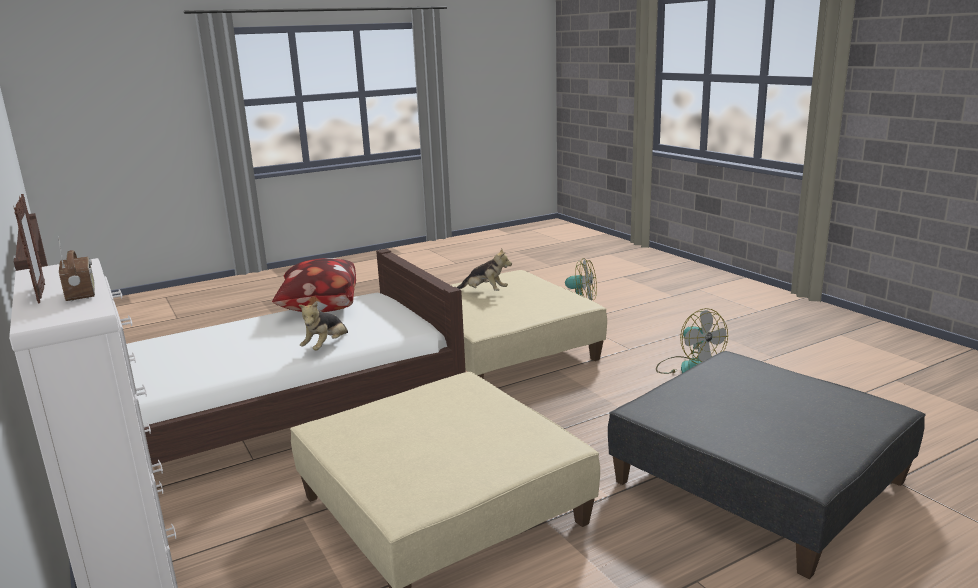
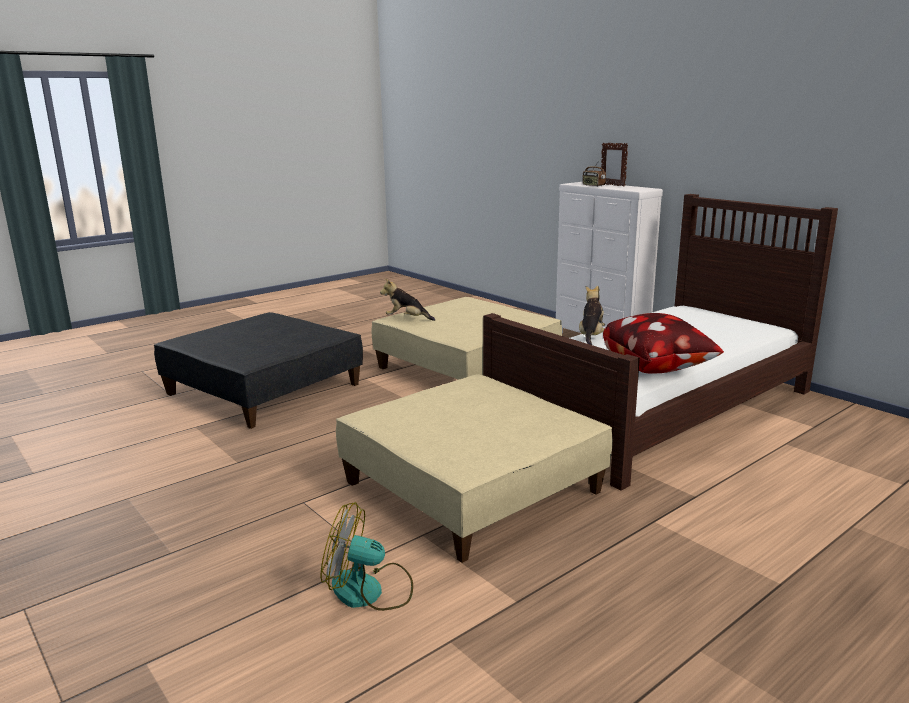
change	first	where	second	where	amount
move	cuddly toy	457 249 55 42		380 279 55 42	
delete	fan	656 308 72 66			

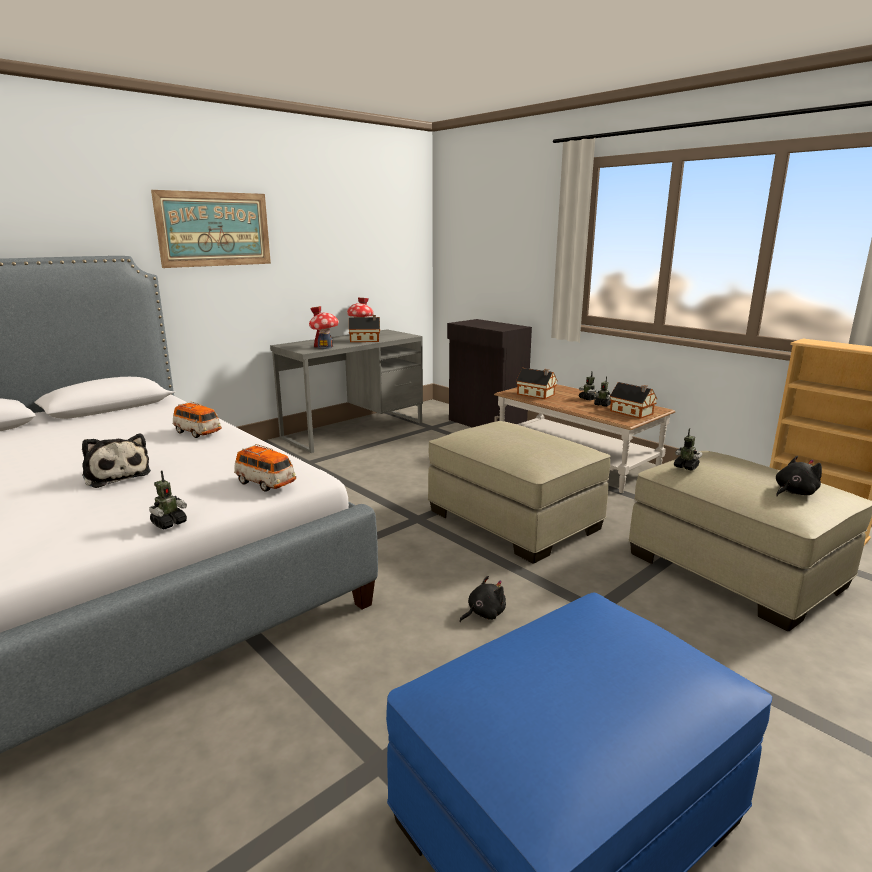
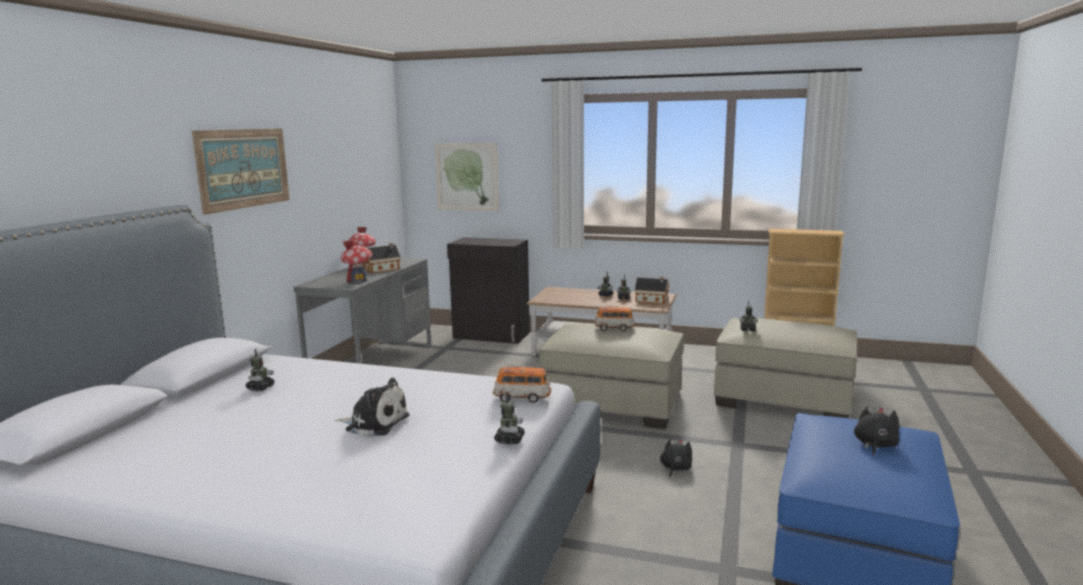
change	first	where	second	where	amount
move	model car	173 401 49 37		594 306 41 25	
delete	model house	516 368 41 31			
move	blackish cuddly toy	776 456 46 40		854 406 45 50	
insert			robot figure	245 349 30 42	
insert			picture	435 143 64 68	

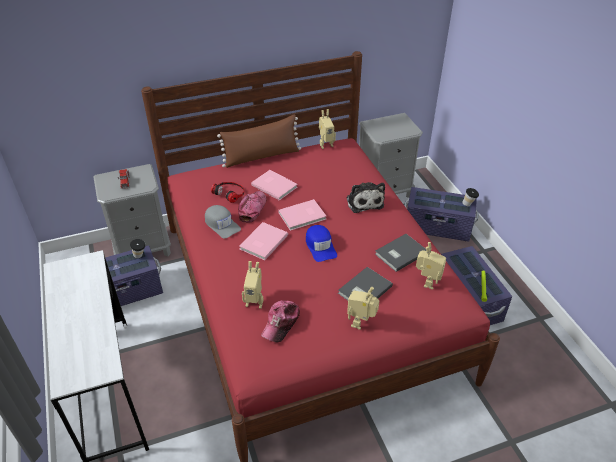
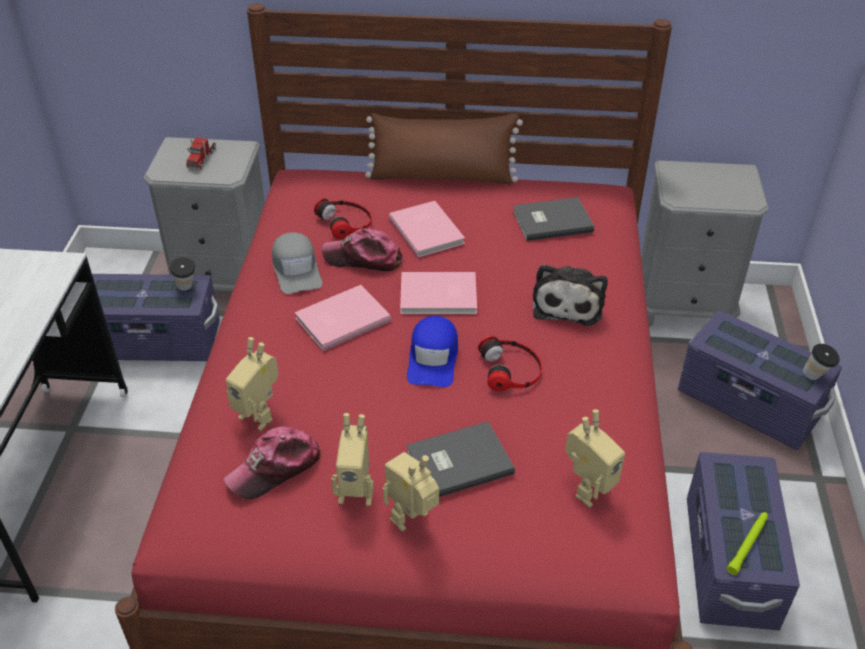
change	first	where	second	where	amount
rotate	peaked cap	238 191 28 32		322 228 81 43	120 degrees counterclockwise
move	robot figure	319 109 17 40		331 413 43 93	
move	greyish bound book	375 234 51 38		513 197 81 44	
insert			headset	478 336 64 55	

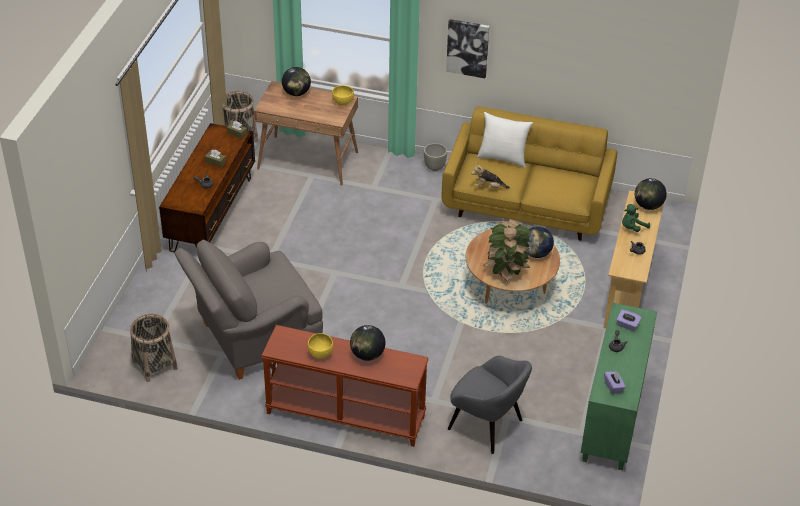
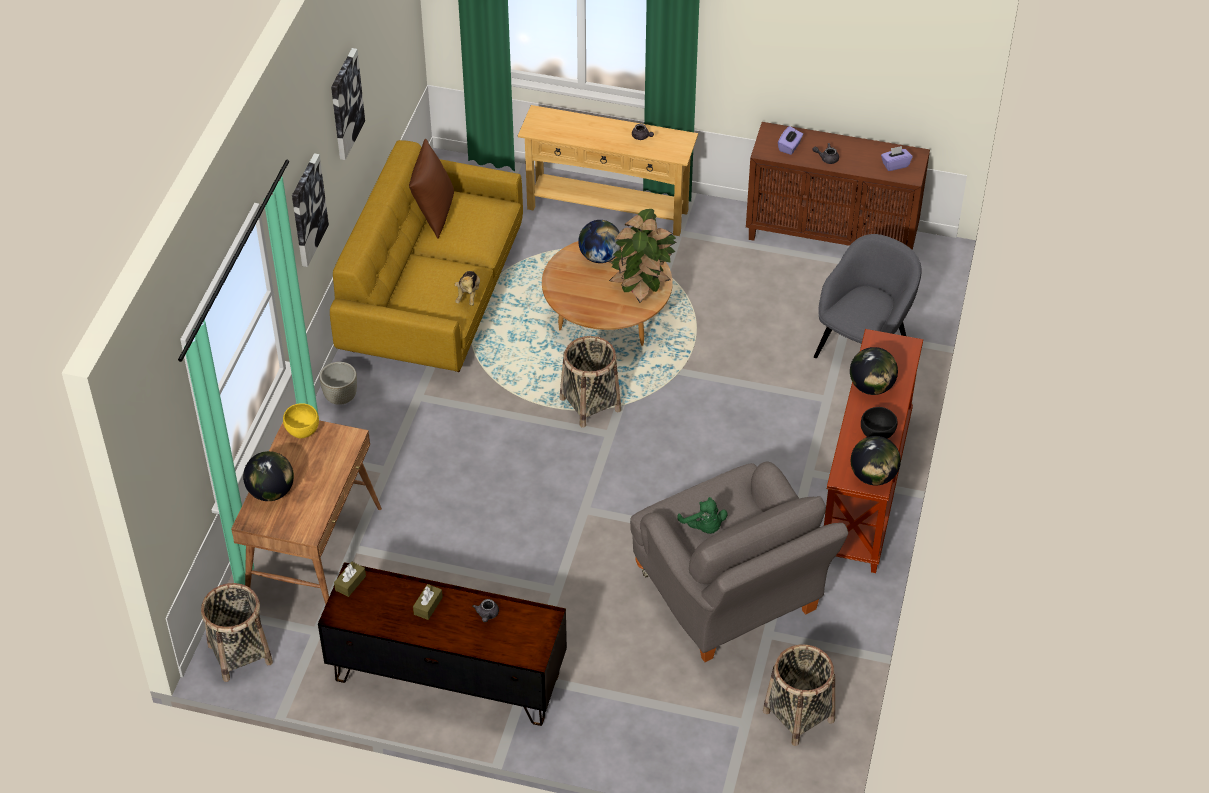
change	first	where	second	where	amount
recolor	yellowish serving bowl	308 333 25 26	blackish serving bowl	861 407 37 32	
delete	white-coloured pillow	477 112 56 56			
recolor	green cabinet	581 303 76 167	brown cabinet	746 122 184 128	
move	green cuddly toy	622 204 28 28		677 497 51 37	
move	desk globe	635 178 32 32		851 436 50 50	
insert			picture	331 48 34 112	
insert			brown pillow	409 139 45 100	
insert			basket	560 336 61 92	

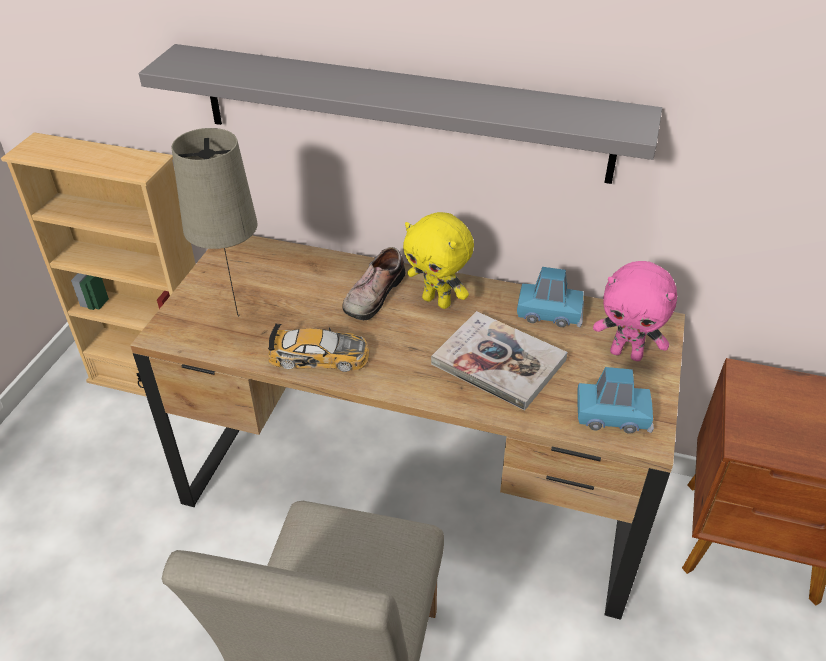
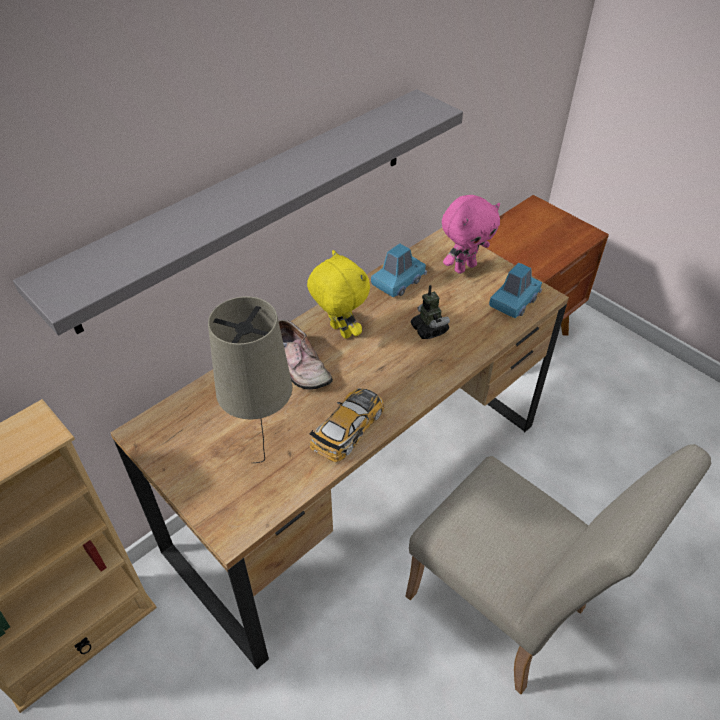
change	first	where	second	where	amount
rotate	yellowish cuddly toy	403 212 71 97		307 250 63 89	105 degrees counterclockwise
replace	bound book	431 311 137 100	robot figure	411 285 39 54	

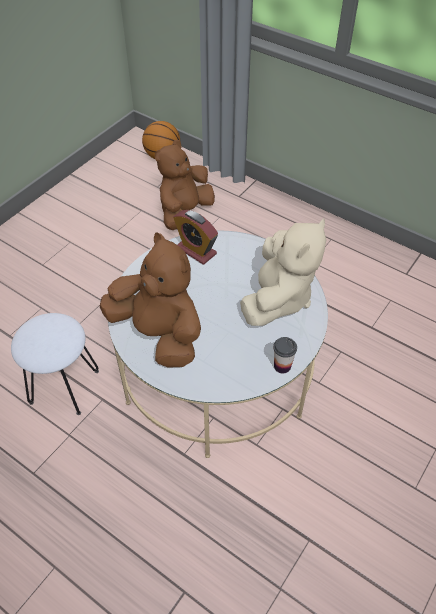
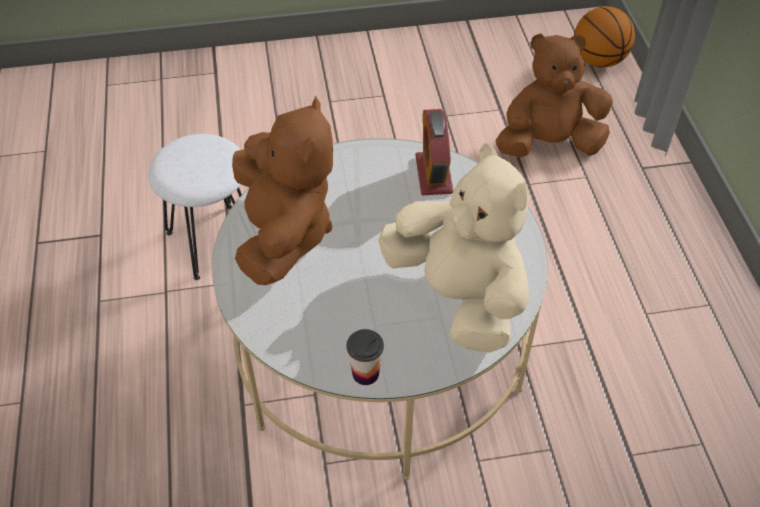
change	first	where	second	where	amount
rotate	beige-coloured cuddly toy	240 218 86 108		379 143 150 210	105 degrees counterclockwise

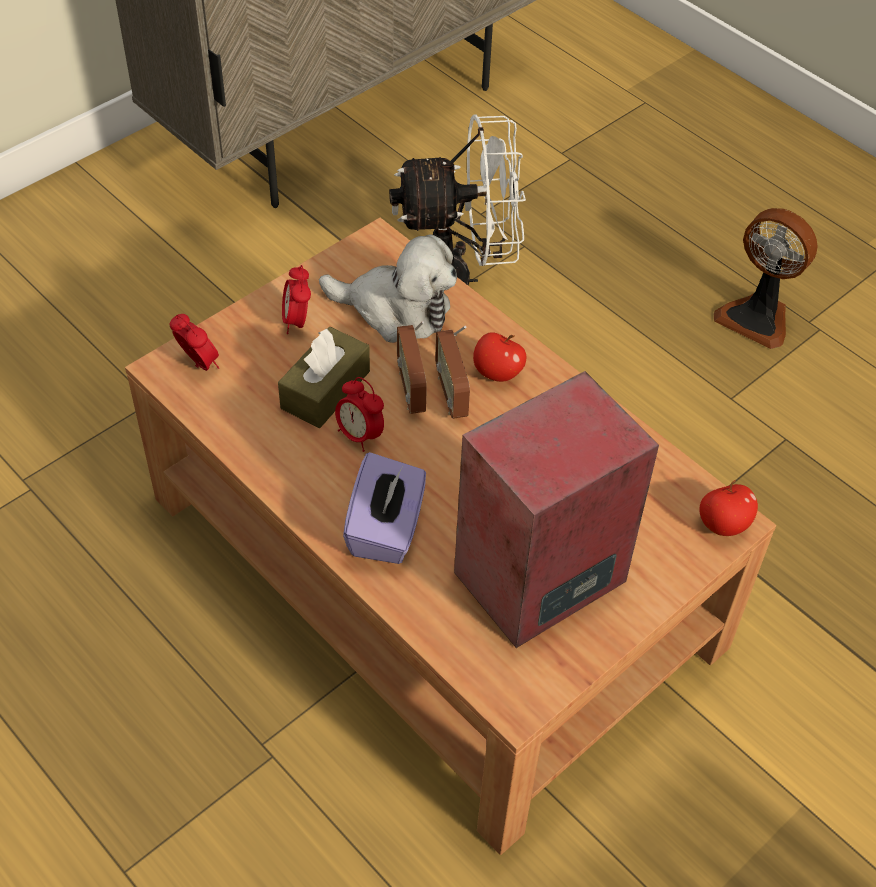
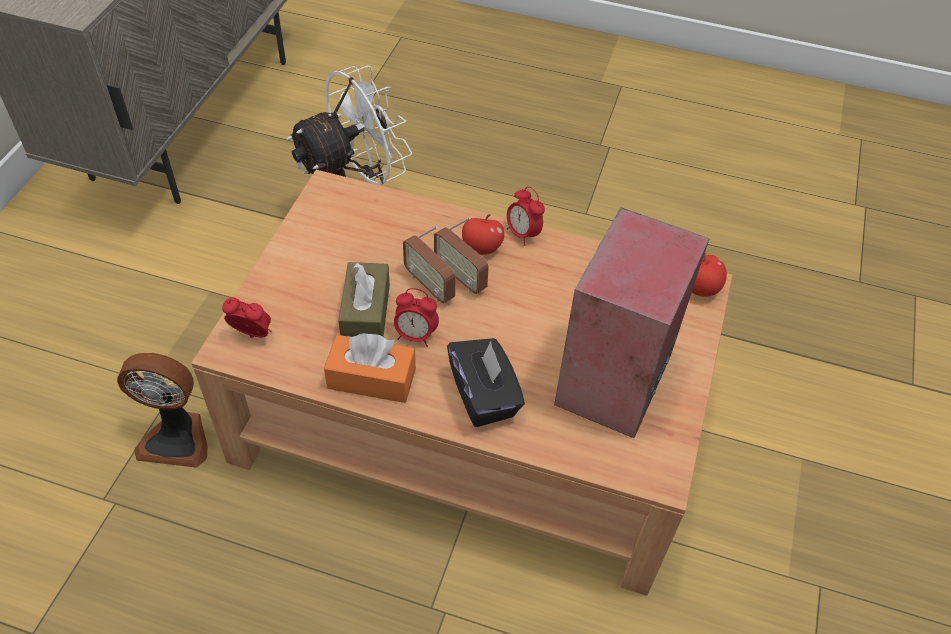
change	first	where	second	where	amount
move	table clock	282 265 29 69		507 186 38 60	
delete	cuddly toy	319 235 138 108			
recolor	purplish tissue holder	343 452 83 112	blackish tissue holder	447 338 78 89	
move	fan	713 208 105 141		117 353 91 115	
insert			orangey tissue holder	324 333 92 70	

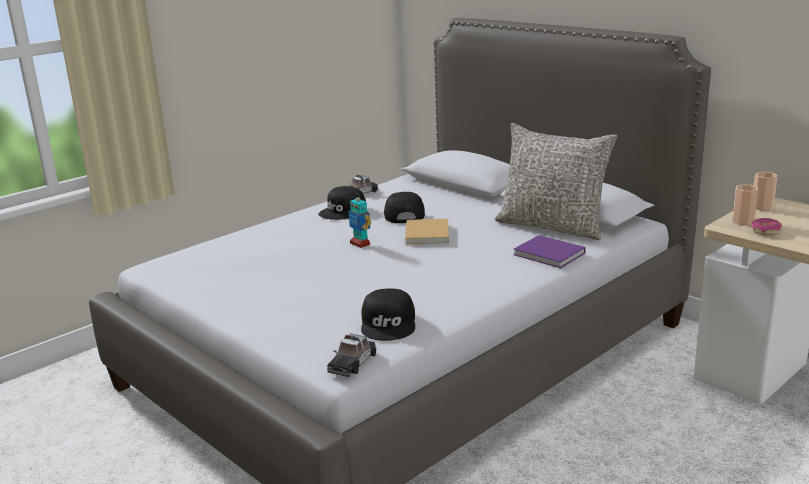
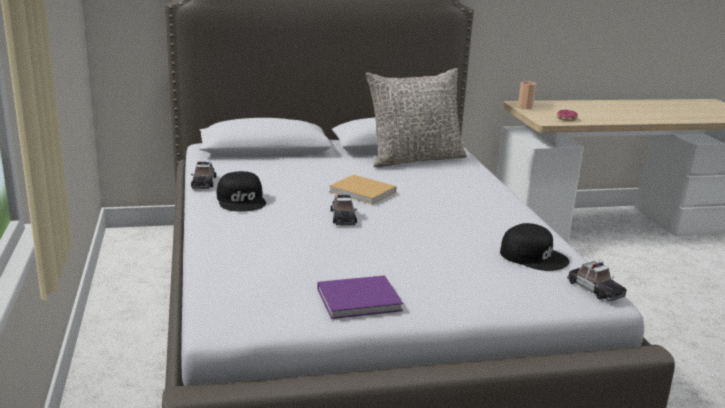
change	first	where	second	where	amount
replace	robot figure	349 192 22 56	model car	330 195 27 30	
delete	blackish peaked cap	384 192 41 31			
move	purplish bound book	513 235 73 33		317 275 86 44	
delete	cup	732 184 26 41			

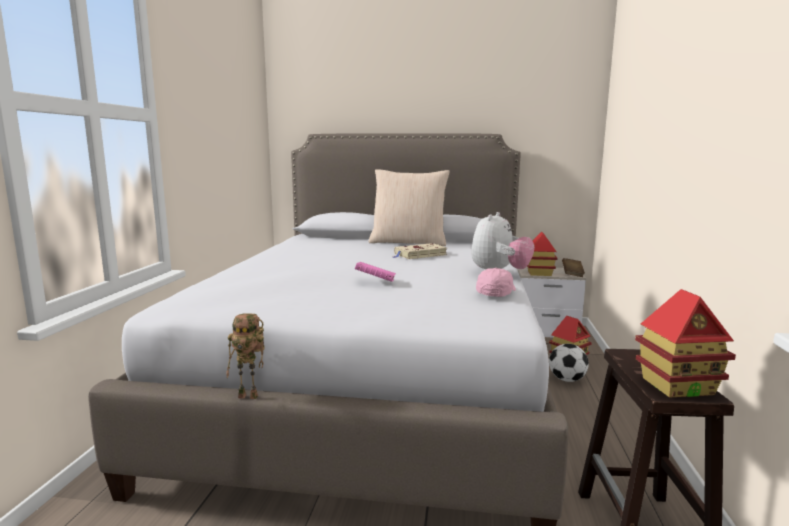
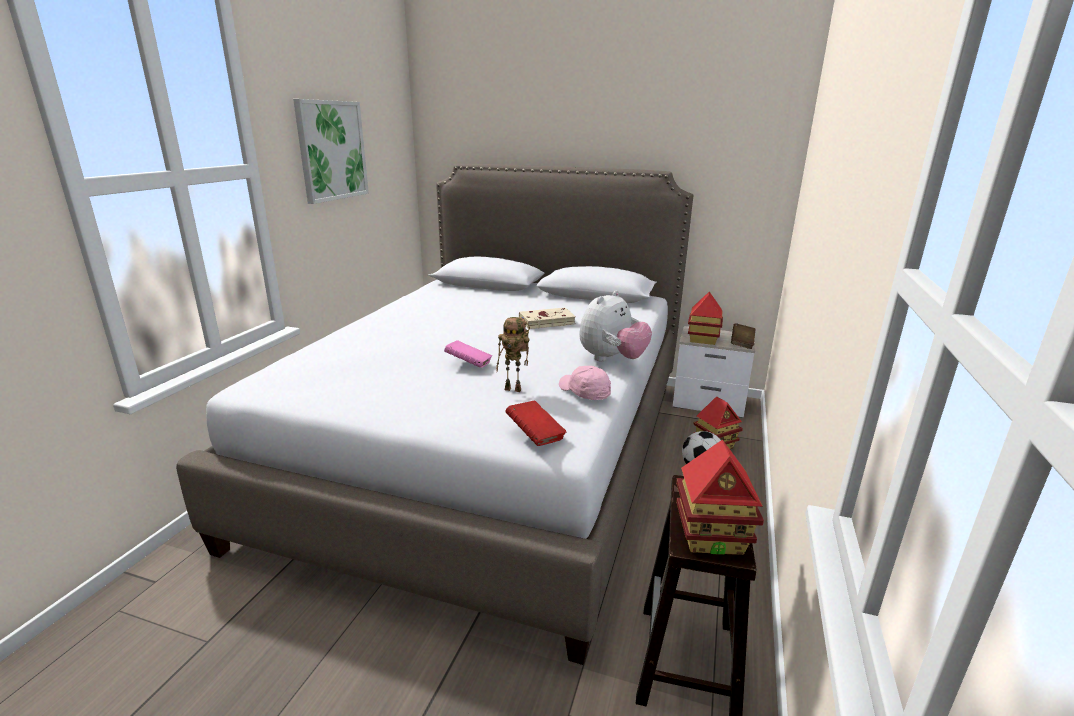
change	first	where	second	where	amount
move	robot figure	226 313 39 86		496 317 34 75	
delete	beige-coloured pillow	369 169 81 77			
rotate	pink peaked cap	476 268 40 29		559 366 52 34	75 degrees counterclockwise
insert			picture	293 99 76 105	
insert			red-coloured bound book	505 401 61 45	

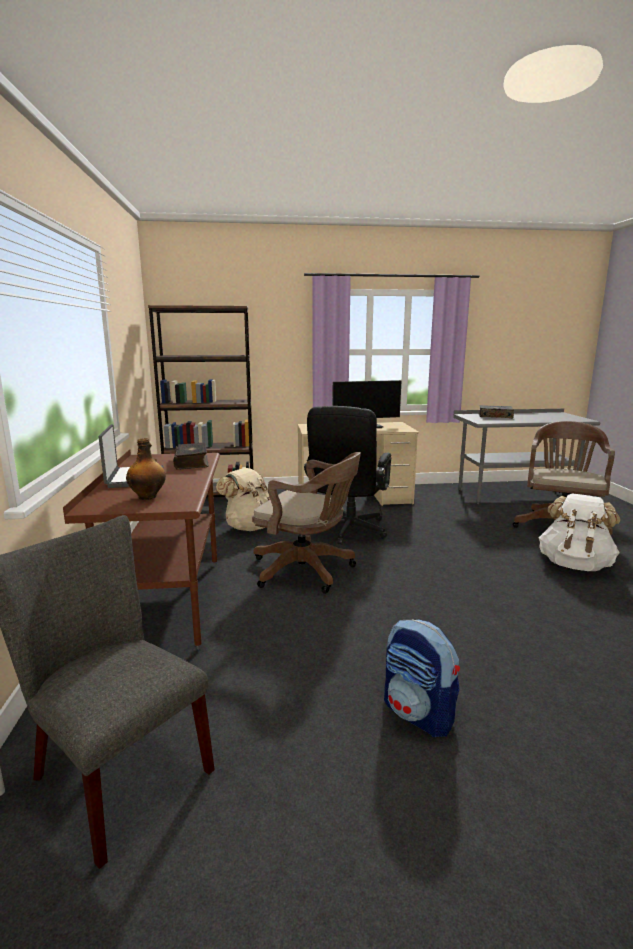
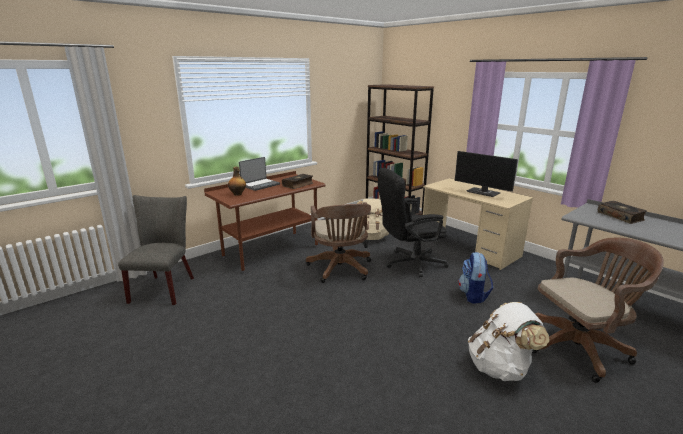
change	first	where	second	where	amount
move	rucksack	384 620 76 117		458 252 35 52	

